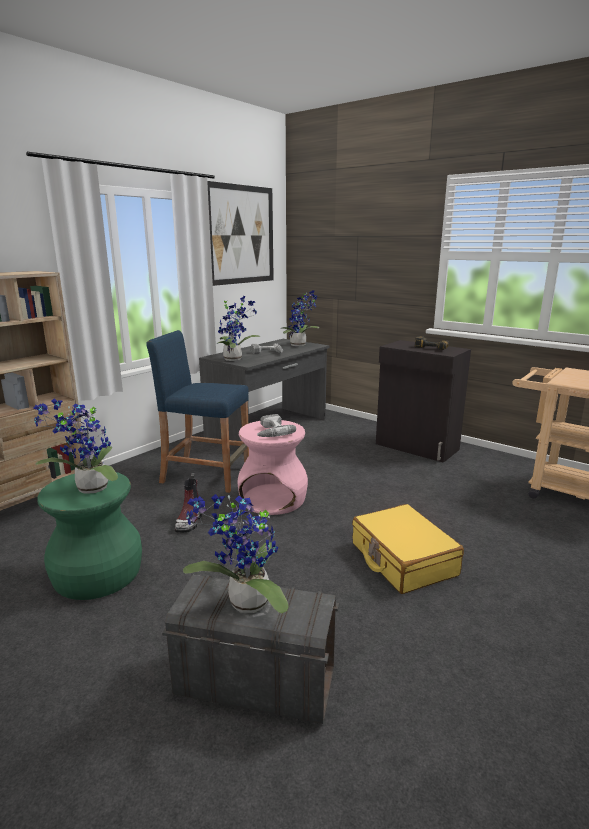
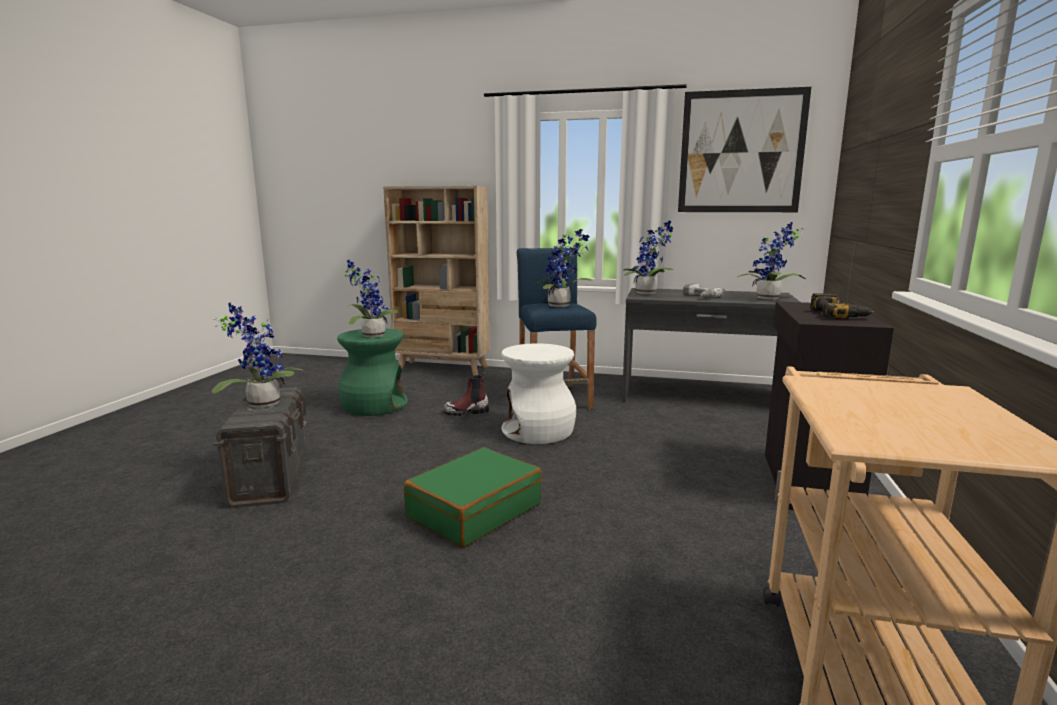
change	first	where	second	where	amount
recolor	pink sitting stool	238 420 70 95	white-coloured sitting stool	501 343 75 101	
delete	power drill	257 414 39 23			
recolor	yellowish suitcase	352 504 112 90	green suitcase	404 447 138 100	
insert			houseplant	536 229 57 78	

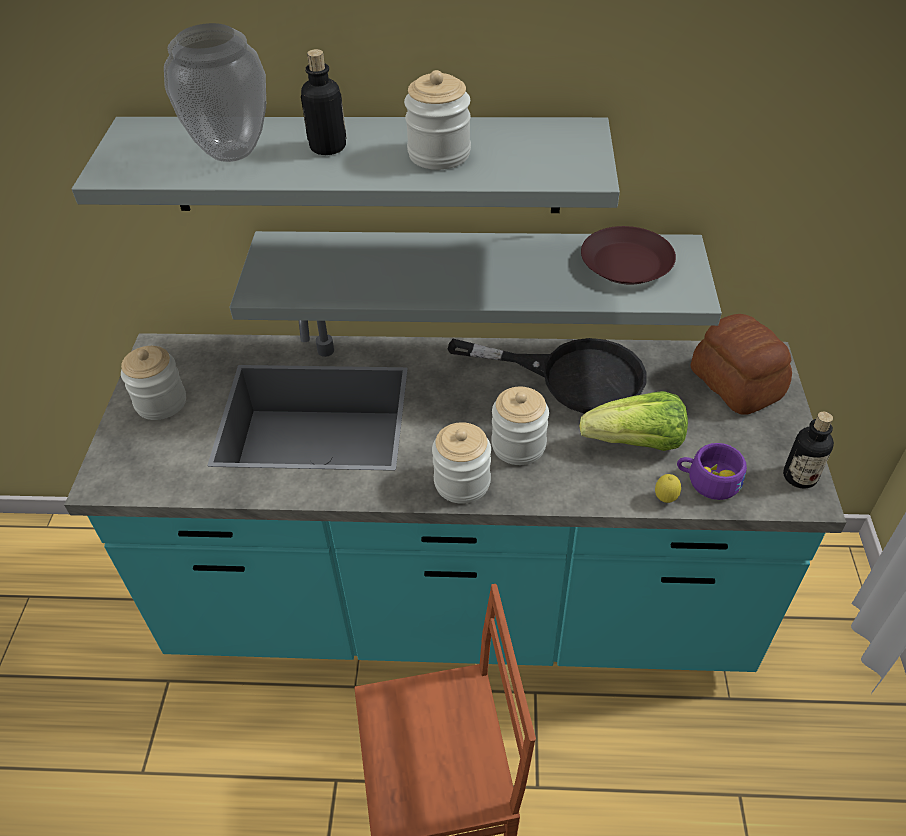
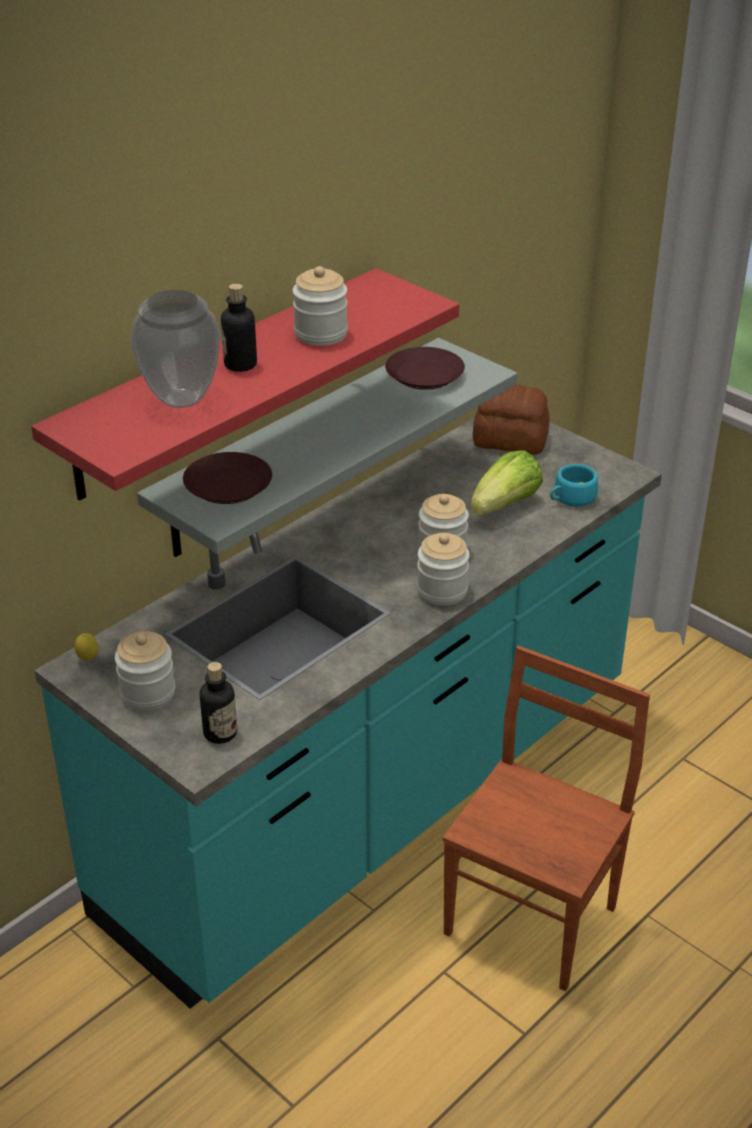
change	first	where	second	where	amount
recolor	greyish bracket shelf	72 117 548 96	red-coloured bracket shelf	31 268 428 233	
delete	blackish pan	448 338 199 75			
move	whole lemon	655 474 26 29		75 633 23 28	
recolor	purplish cup	677 443 70 57	turquoise-coloured cup	550 464 48 43	
move	bottle	783 412 51 77		199 662 38 82	
insert			brown dinner plate	183 452 89 52	

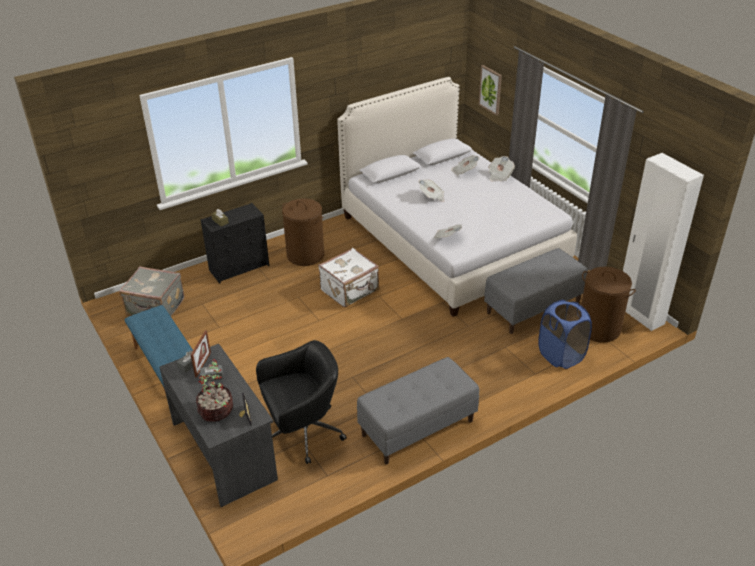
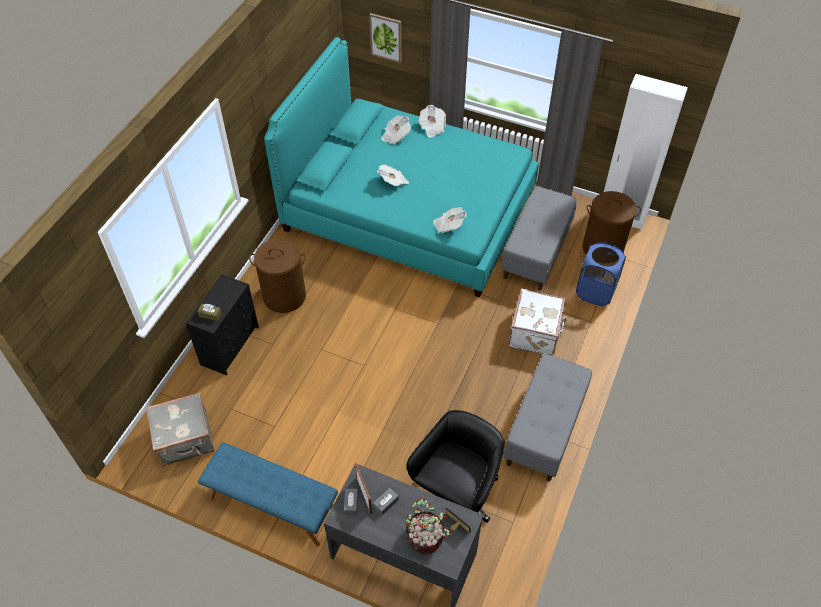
change	first	where	second	where	amount
move	white-coloured suitcase	318 248 61 59		508 288 58 67	
recolor	white-coloured sleeping bed	337 77 240 240	turquoise-coloured sleeping bed	264 37 274 261	

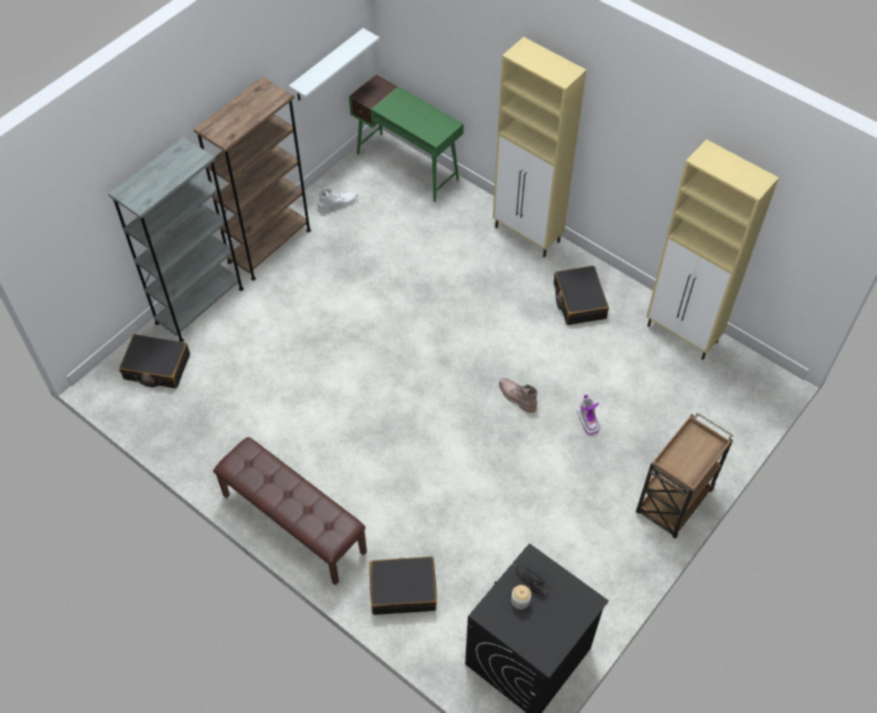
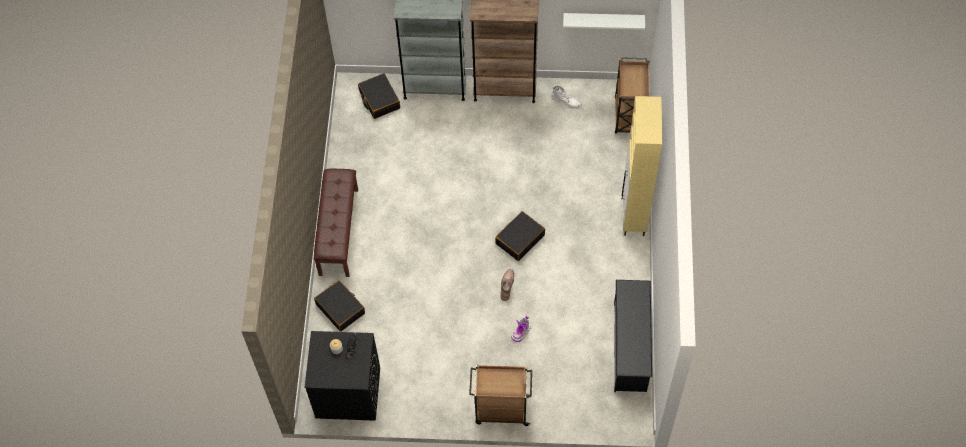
change	first	where	second	where	amount
replace	green desk unit	349 74 115 128	brown cart	615 58 34 76	
move	blackish suitcase	554 266 55 59		495 211 50 50	
replace	beige-coloured cabinet	646 139 133 221	blackish shoe shelf	614 280 38 112	

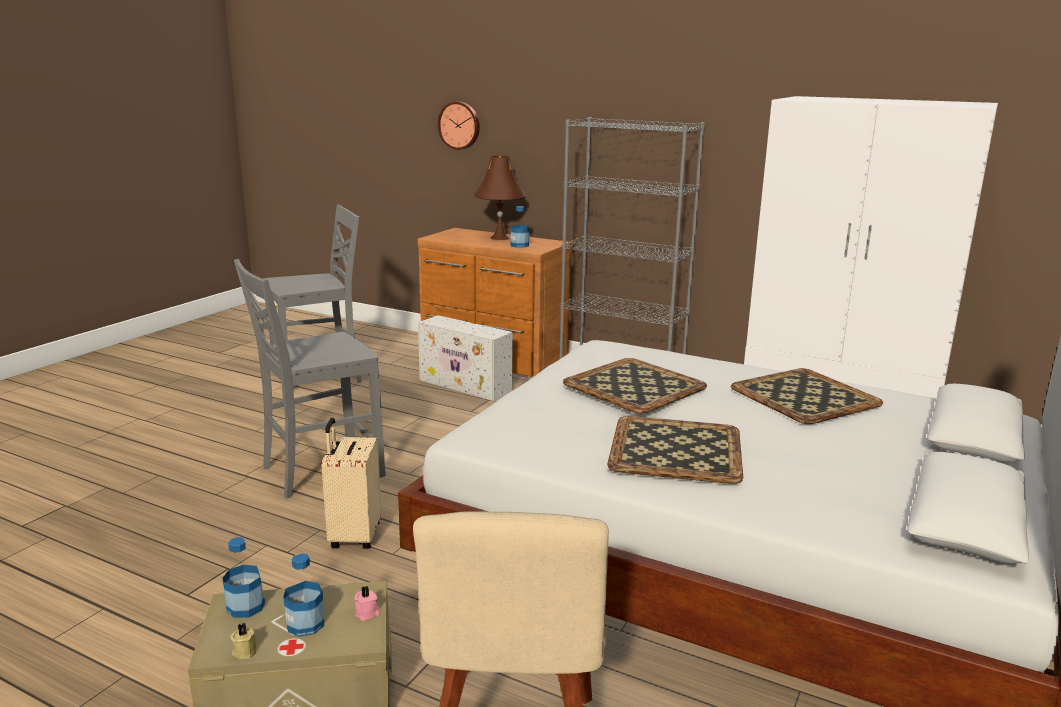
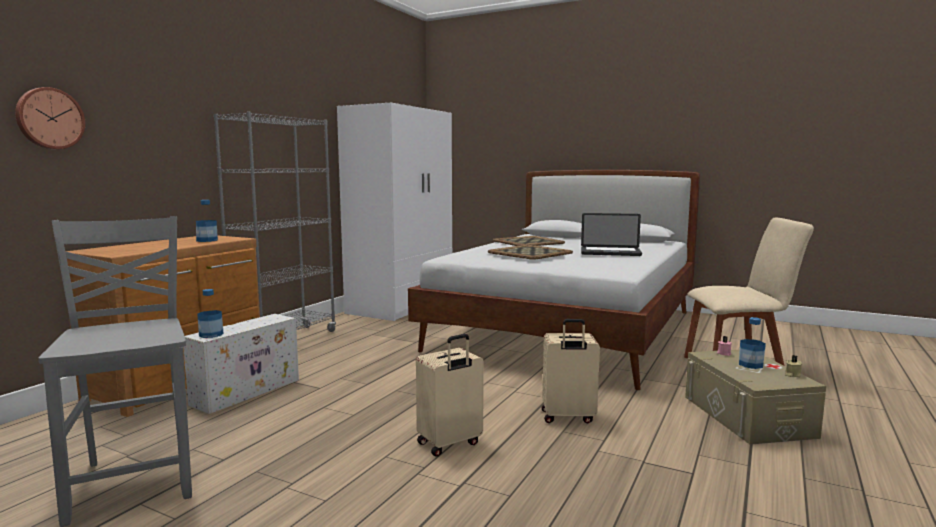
change	first	where	second	where	amount
move	bottle	223 537 42 81		197 289 27 49	
replace	greyish plain chair	234 259 151 239	beige-coloured suitcase	416 334 68 123	
delete	brown table lamp	474 156 52 84			
replace	carrying tray	607 416 136 68	portable computer	581 213 61 43	

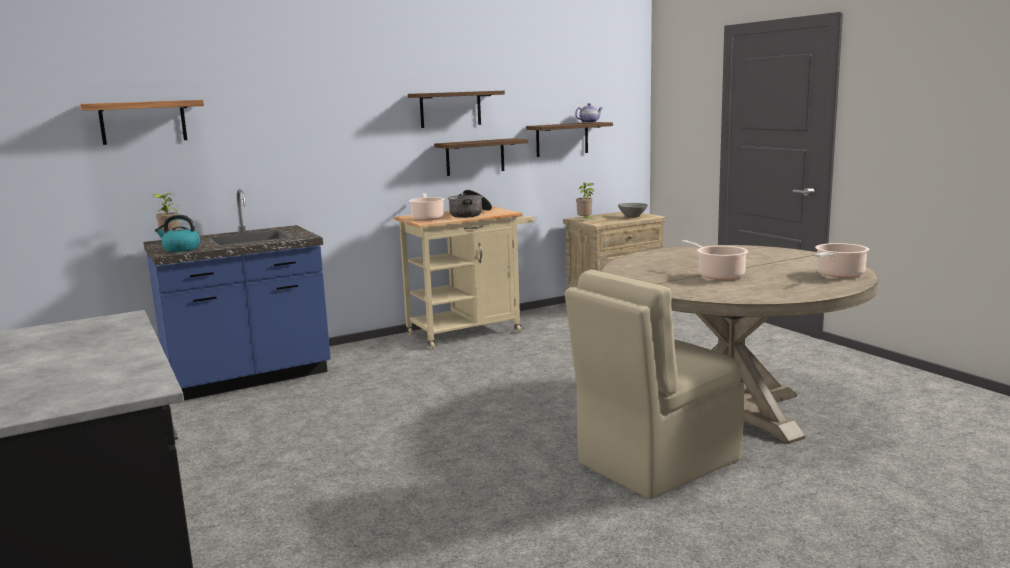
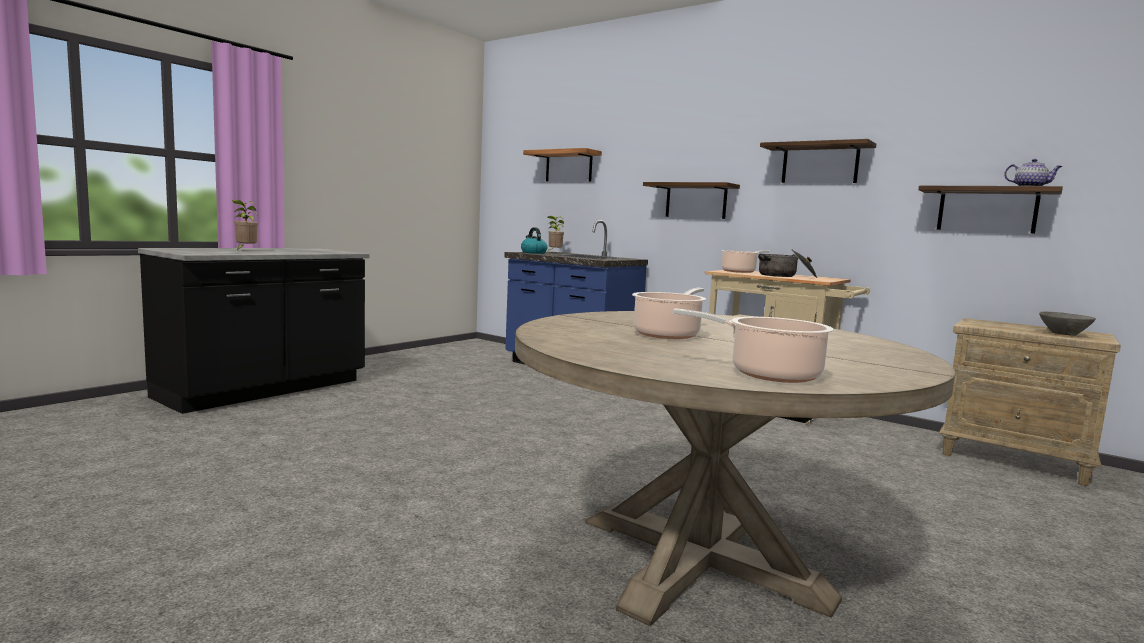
change	first	where	second	where	amount
move	bracket shelf	434 138 94 38		643 182 97 37	
delete	beige-coloured plain chair	565 270 179 229			
move	houseplant	576 182 18 38		232 200 26 51	

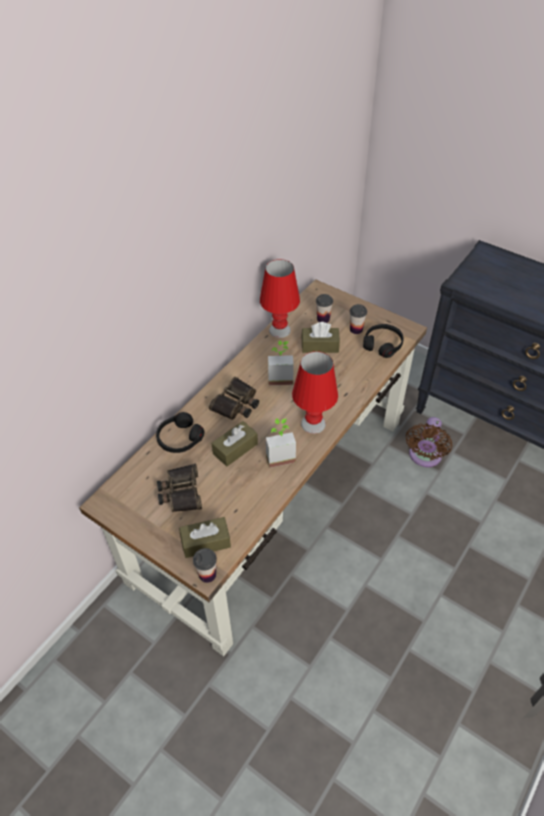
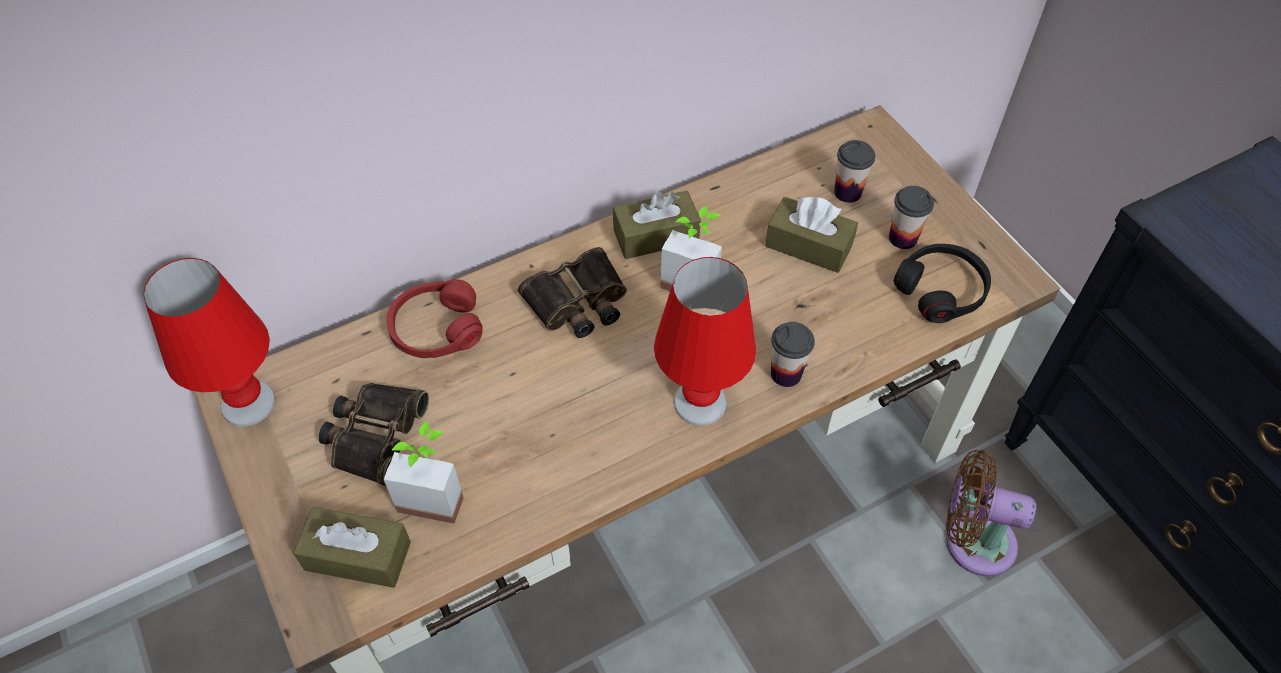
change	first	where	second	where	amount
recolor	blackish headset	156 412 48 41	red-coloured headset	386 279 97 79	
move	cup	193 548 24 35		771 322 44 65	
move	brown tissue holder	211 421 47 46		613 190 88 69	
move	red-coloured table lamp	260 259 40 79		143 258 132 168	
move	houseplant	266 418 30 50		384 421 80 103	
rotate	brown fan	406 417 46 50		946 450 90 126	60 degrees clockwise

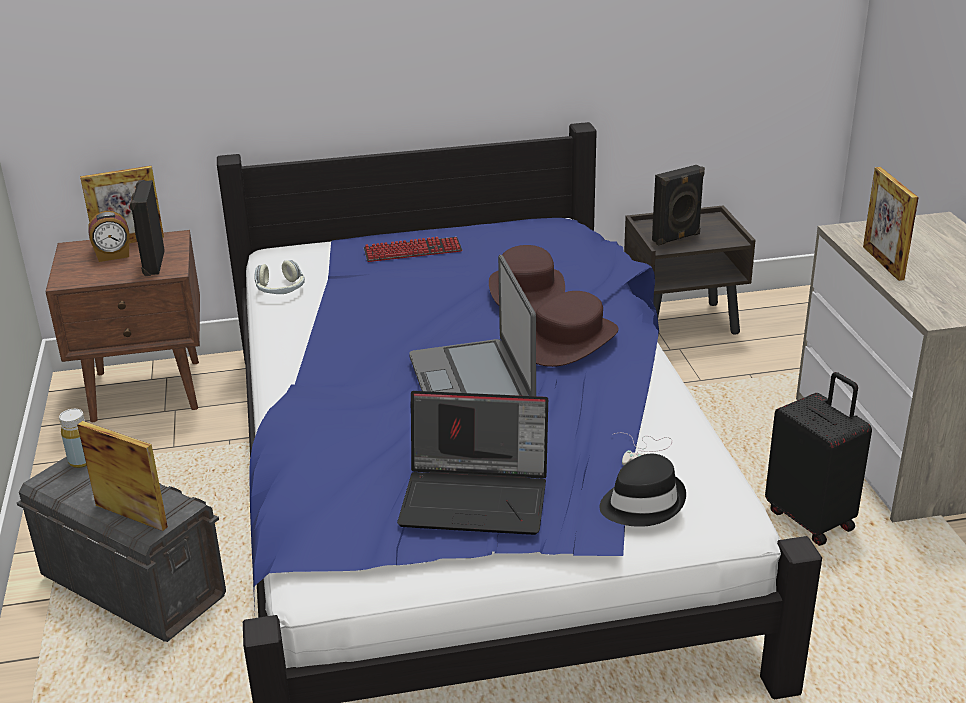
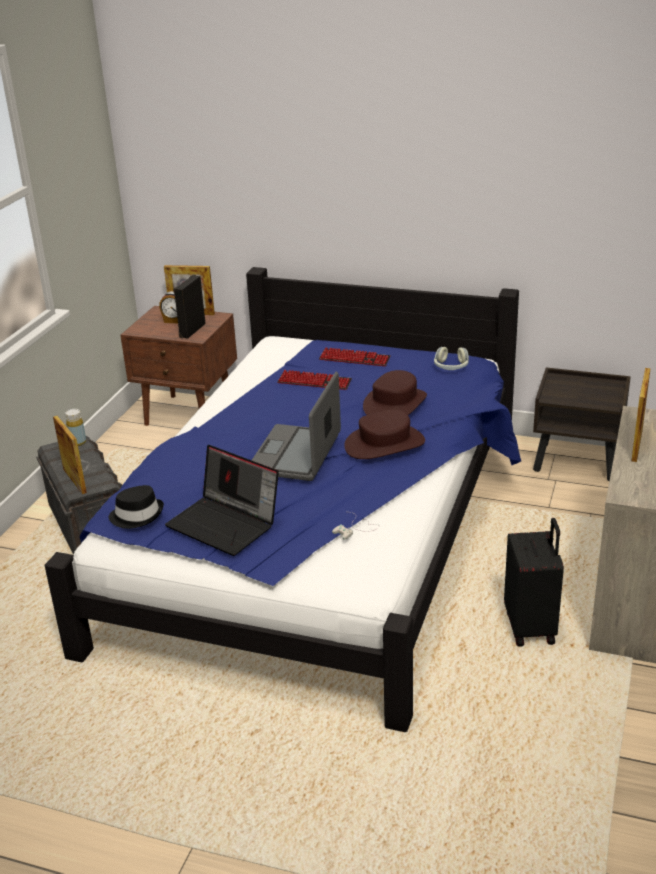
change	first	where	second	where	amount
move	headset	255 260 50 34		434 347 35 23	
move	blackish wearable hat	599 454 87 73		109 485 55 44	
delete	blackish speaker	652 165 53 81			
insert			keyboard	278 370 74 20	

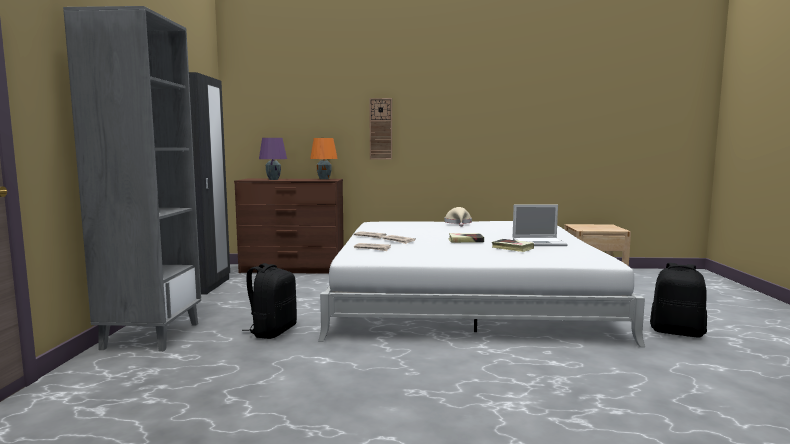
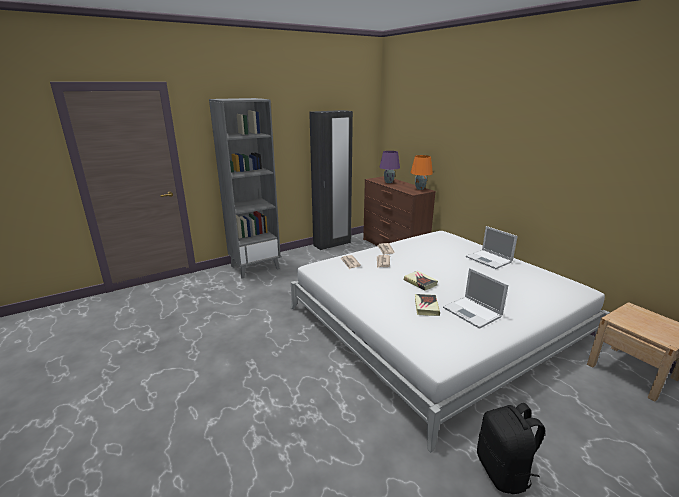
change	first	where	second	where	amount
delete	blackish rucksack	242 263 55 76			
delete	hanging clock	369 98 23 61			
replace	beige-coloured wearable hat	445 207 27 20	portable computer	466 226 52 43	

